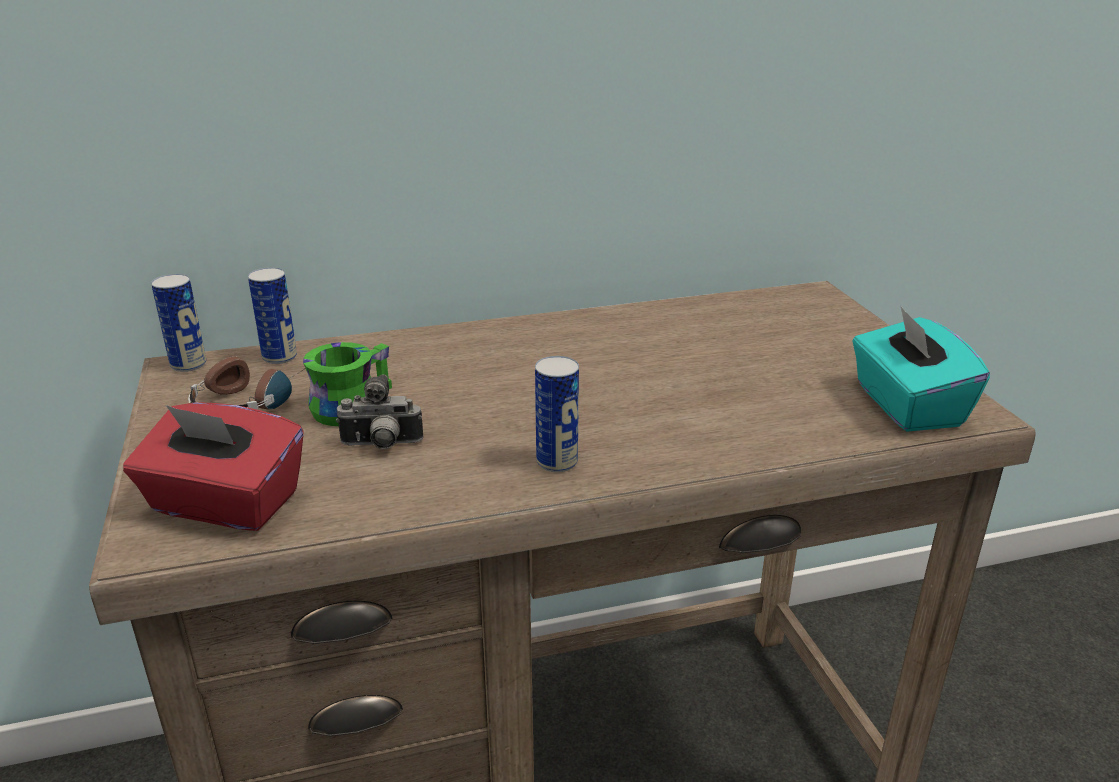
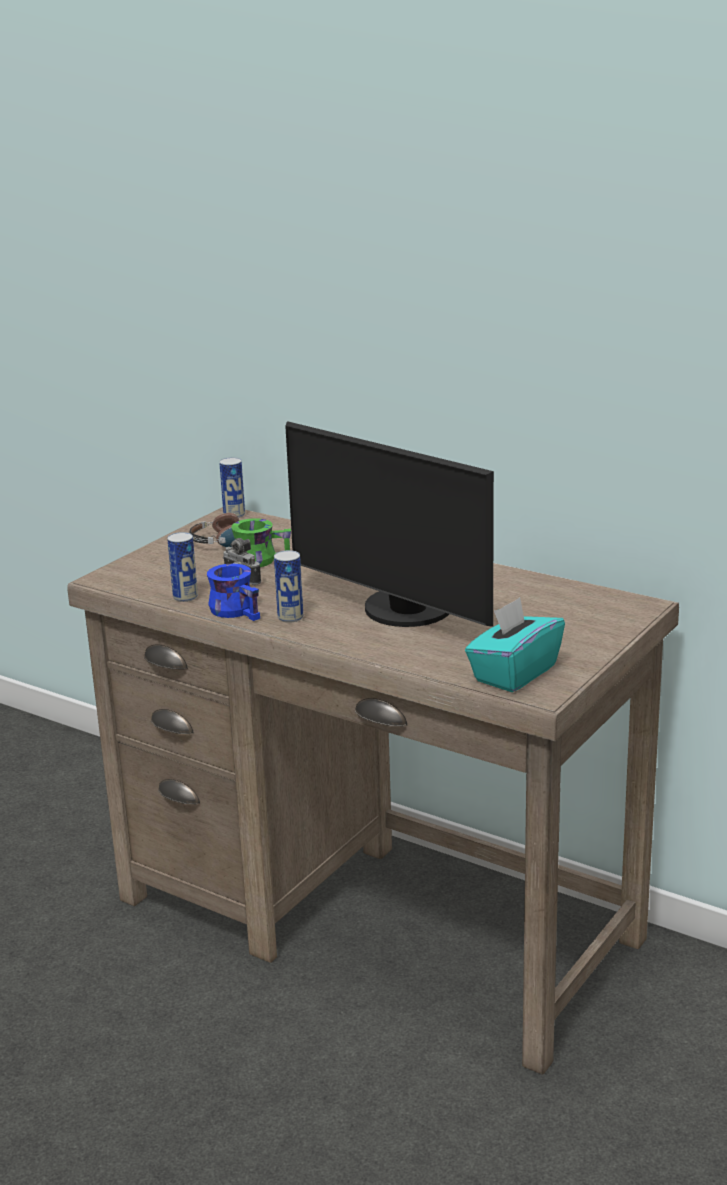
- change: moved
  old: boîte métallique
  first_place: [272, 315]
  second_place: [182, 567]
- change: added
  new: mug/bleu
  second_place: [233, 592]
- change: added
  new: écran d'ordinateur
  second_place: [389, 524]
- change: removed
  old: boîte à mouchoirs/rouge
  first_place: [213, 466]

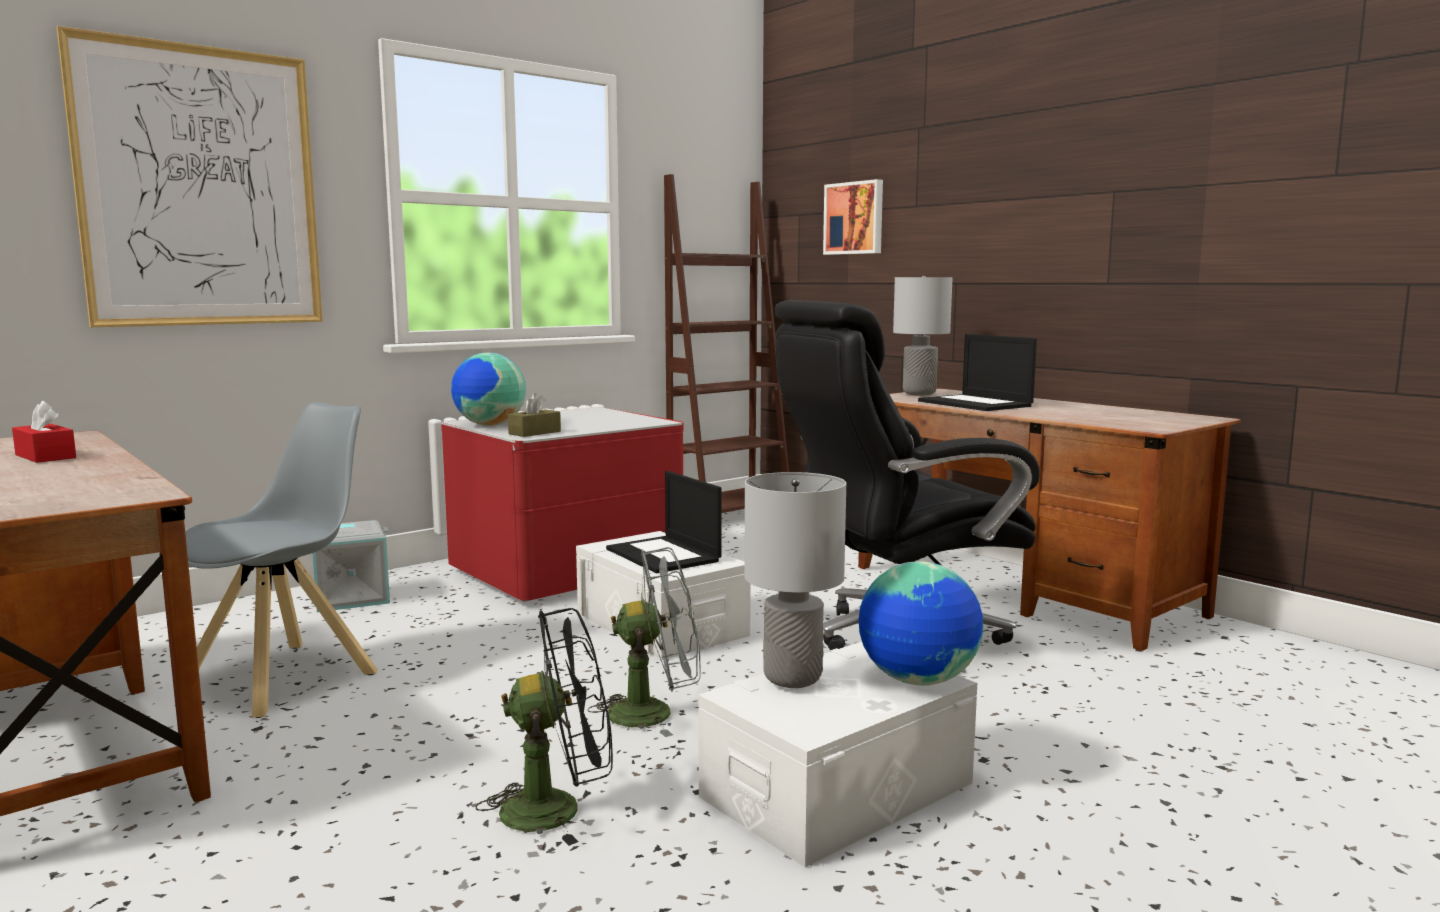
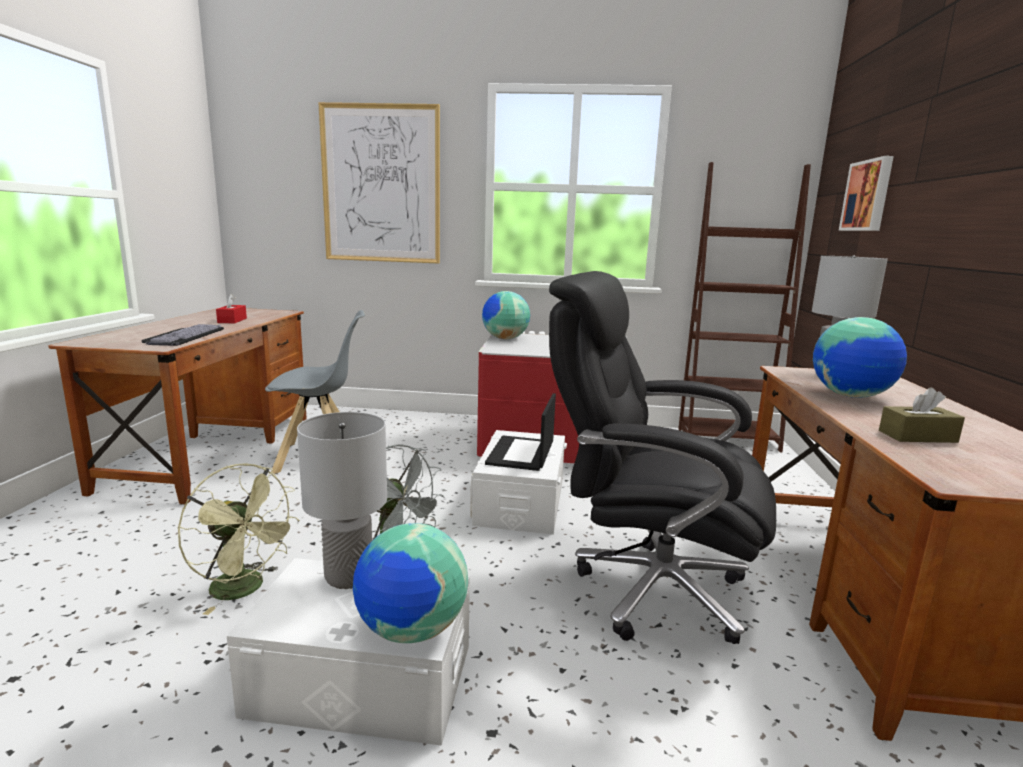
- change: added
  new: clavier
  second_place: [182, 335]
- change: recoloured
  old: ventilateur/noir
  new: ventilateur/vert
  first_place: [544, 727]
  second_place: [239, 539]
- change: replaced
  old: ordinateur portable
  new: globe
  first_place: [977, 372]
  second_place: [860, 357]
- change: moved
  old: boîte à mouchoirs/marron
  first_place: [534, 415]
  second_place: [922, 415]
- change: removed
  old: boîte de rangement/gris
  first_place: [351, 566]

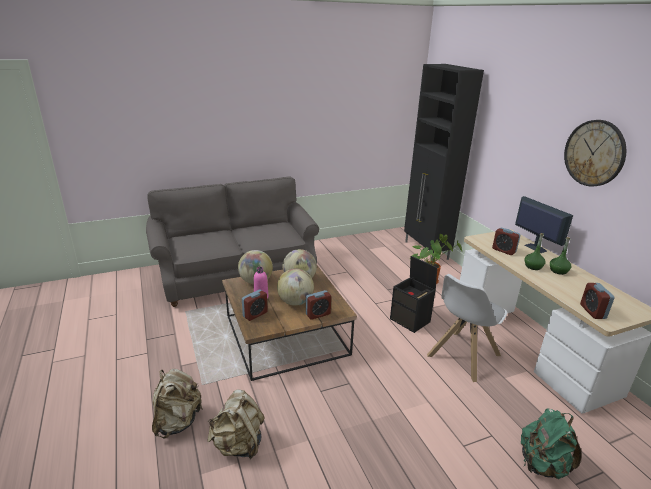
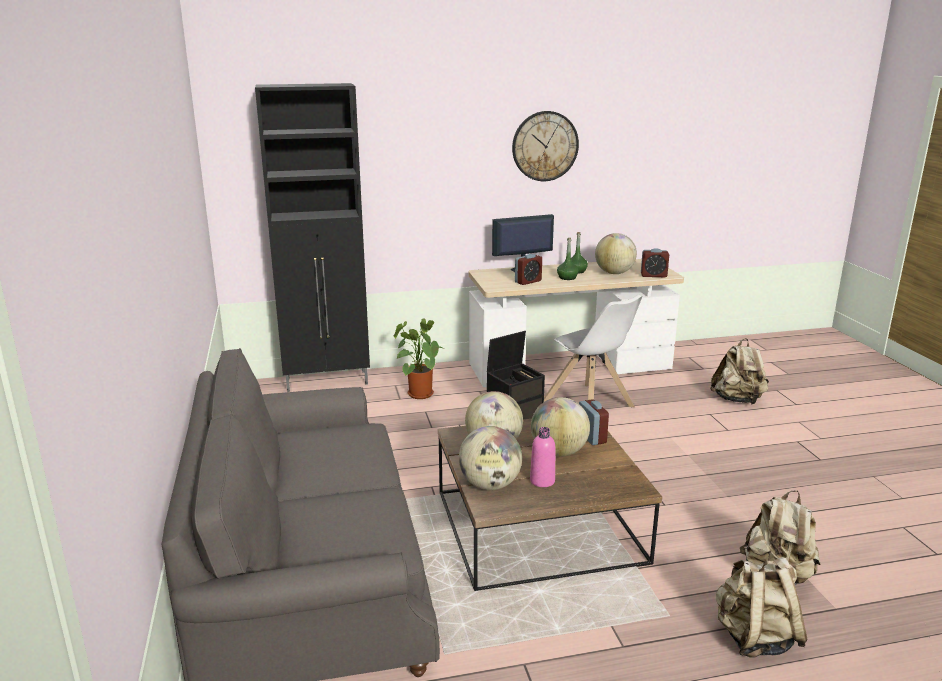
- change: added
  new: globe
  second_place: [616, 253]
- change: recoloured
  old: sac à dos/vert
  new: sac à dos/beige
  first_place: [551, 444]
  second_place: [739, 371]
- change: removed
  old: réveil
  first_place: [255, 305]

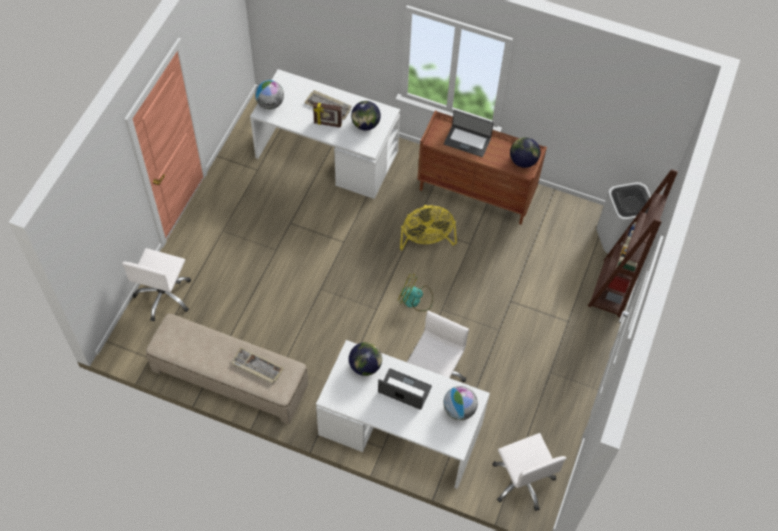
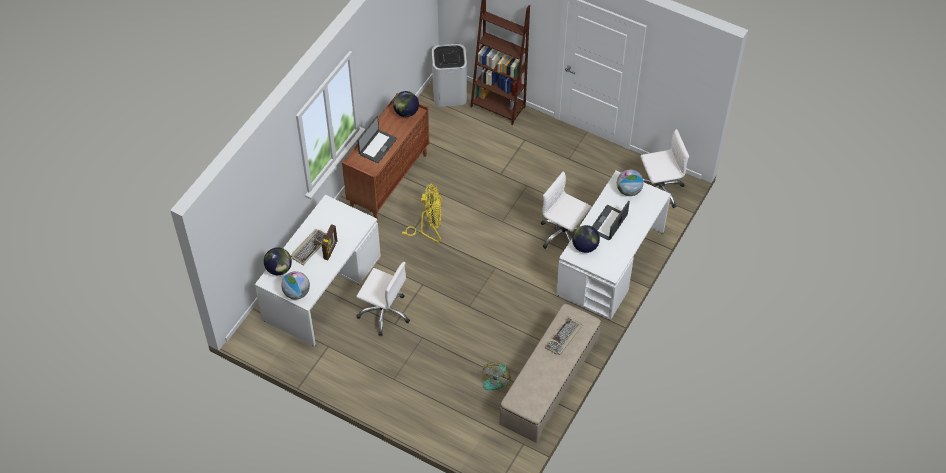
- change: moved
  old: globe
  first_place: [366, 115]
  second_place: [278, 261]
- change: moved
  old: chaise de bureau/blanc
  first_place: [156, 284]
  second_place: [383, 299]
- change: moved
  old: ventilateur
  first_place: [415, 292]
  second_place: [497, 376]

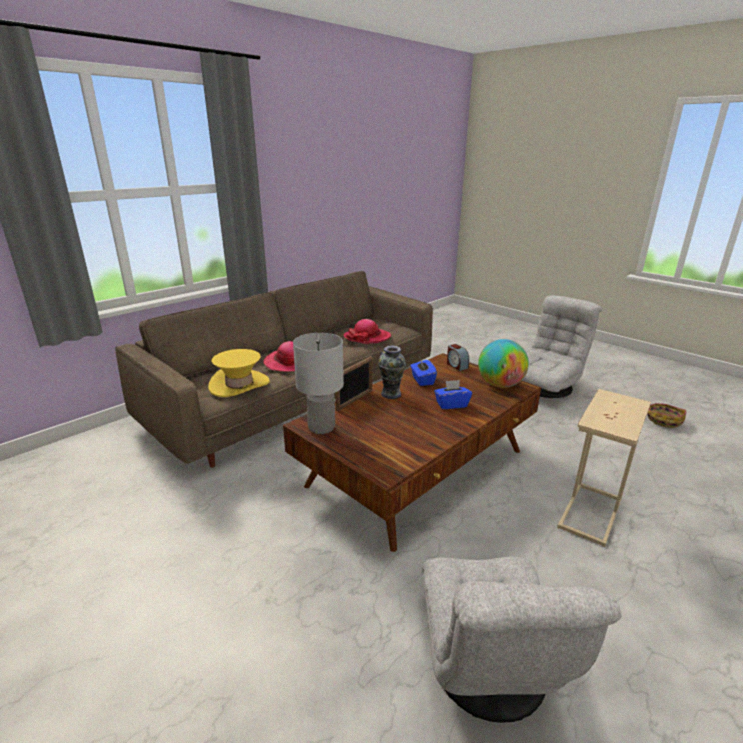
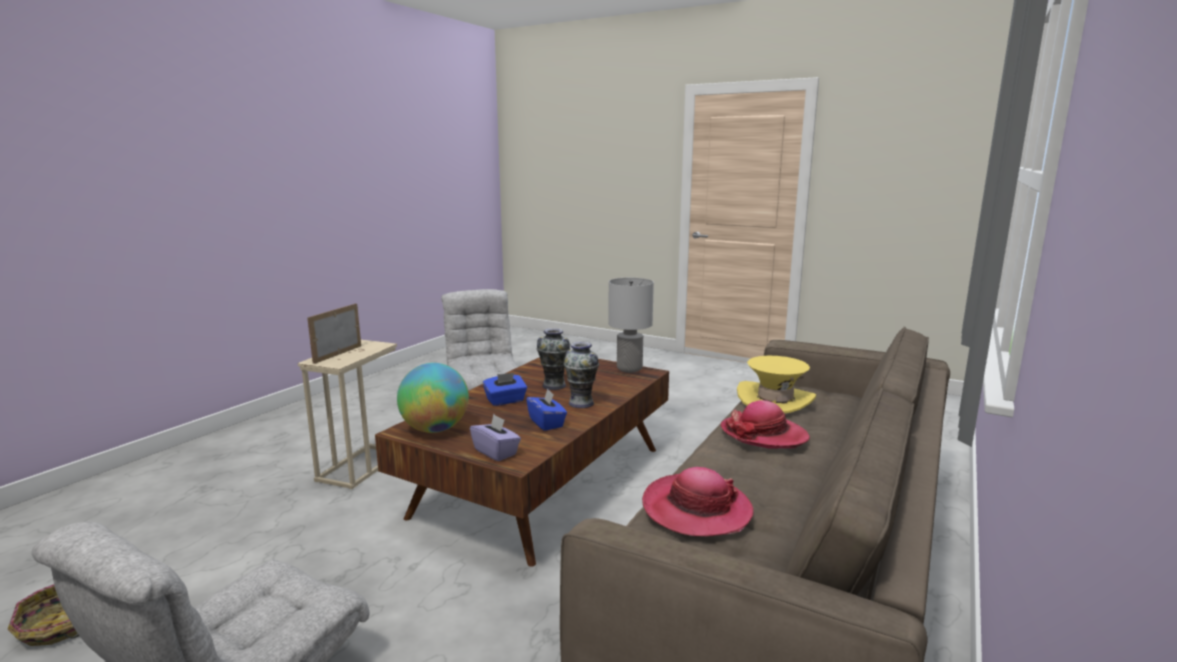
- change: moved
  old: cadre photo
  first_place: [354, 383]
  second_place: [334, 334]
- change: replaced
  old: réveil
  new: boîte à mouchoirs/violet
  first_place: [458, 357]
  second_place: [495, 437]
- change: added
  new: vase
  second_place: [553, 359]

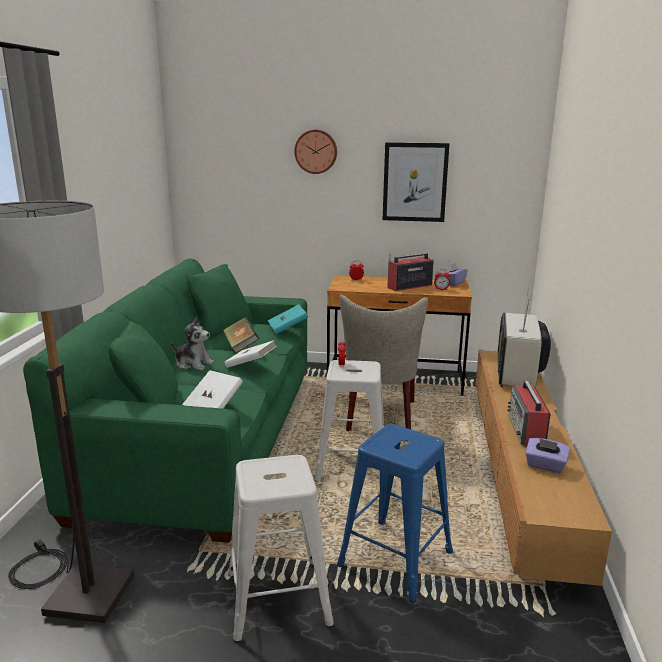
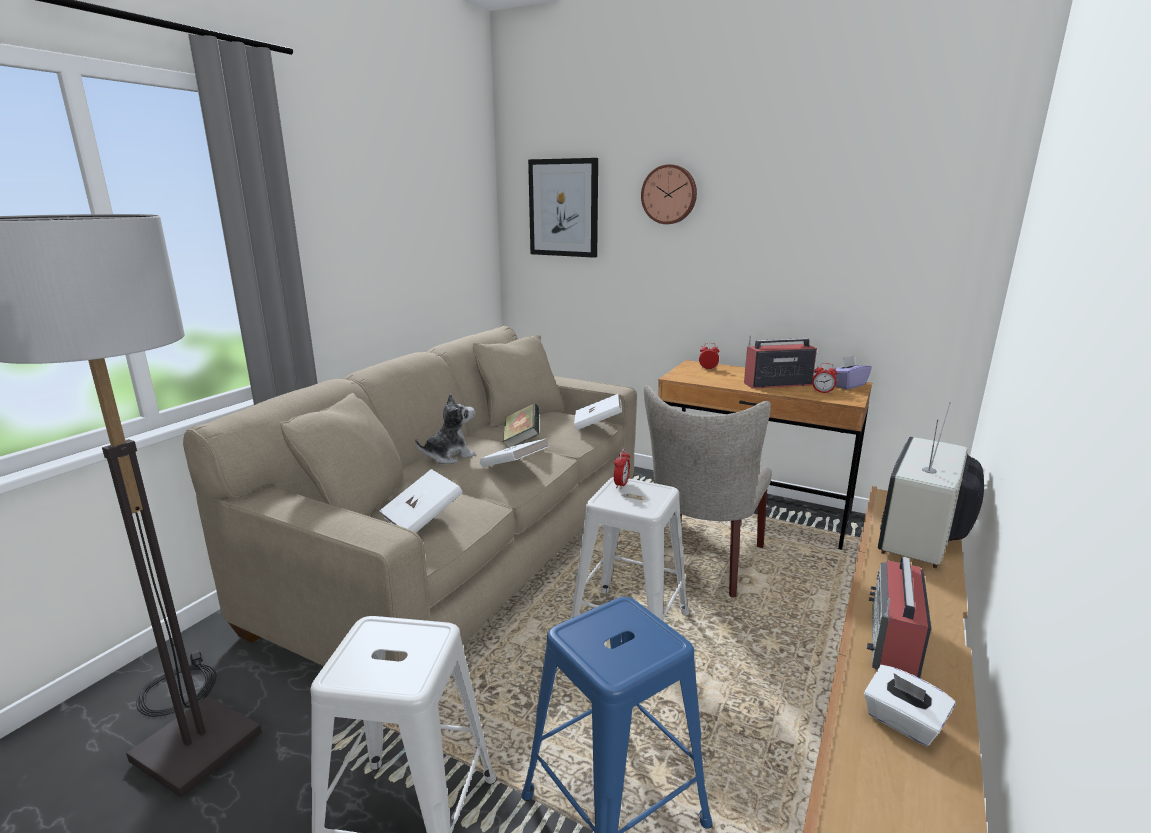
- change: recoloured
  old: canapé/vert
  new: canapé/beige
  first_place: [165, 401]
  second_place: [410, 496]
- change: turned
  old: peluche
  first_place: [192, 343]
  second_place: [445, 429]
  degrees: -75
- change: moved
  old: tableau
  first_place: [416, 182]
  second_place: [563, 208]
- change: recoloured
  old: livre/turquoise
  new: livre/blanc
  first_place: [288, 319]
  second_place: [598, 412]
- change: recoloured
  old: boîte à mouchoirs/violet
  new: boîte à mouchoirs/blanc
  first_place: [547, 455]
  second_place: [909, 705]

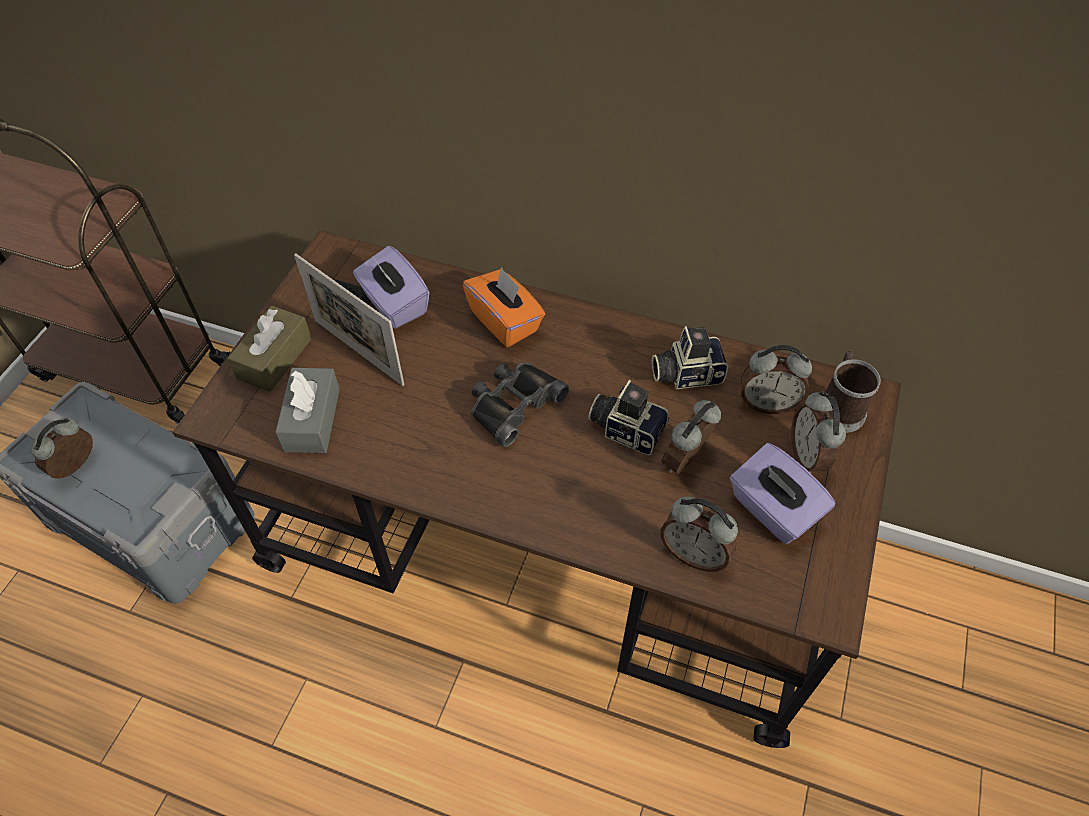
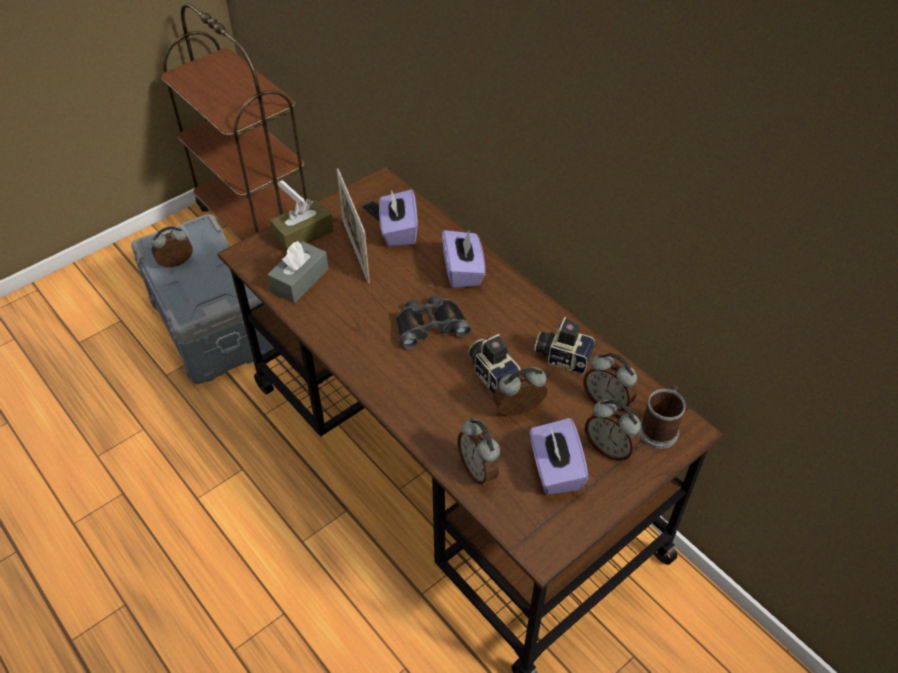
- change: recoloured
  old: boîte à mouchoirs/orange
  new: boîte à mouchoirs/violet
  first_place: [504, 307]
  second_place: [463, 259]
- change: turned
  old: réveil
  first_place: [818, 432]
  second_place: [613, 430]
  degrees: -75

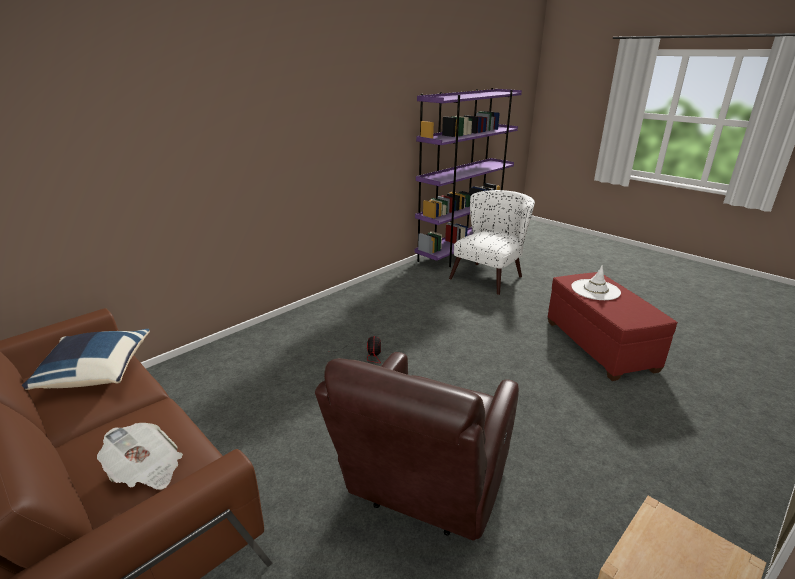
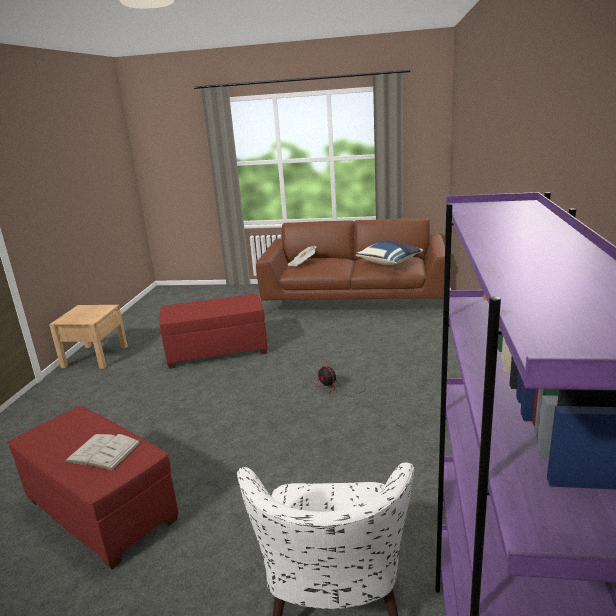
- change: replaced
  old: chapeau/blanc
  new: livre/blanc
  first_place: [596, 282]
  second_place: [102, 452]
- change: replaced
  old: fauteuil/marron
  new: pouf/rouge
  first_place: [417, 446]
  second_place: [213, 331]

